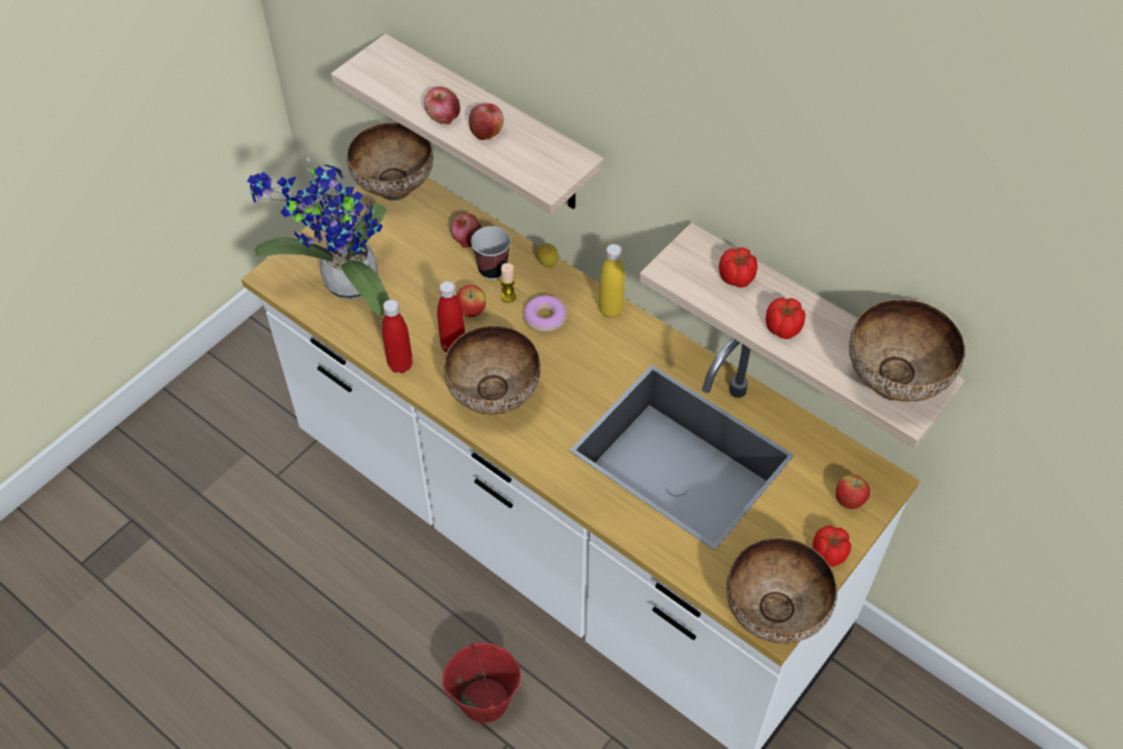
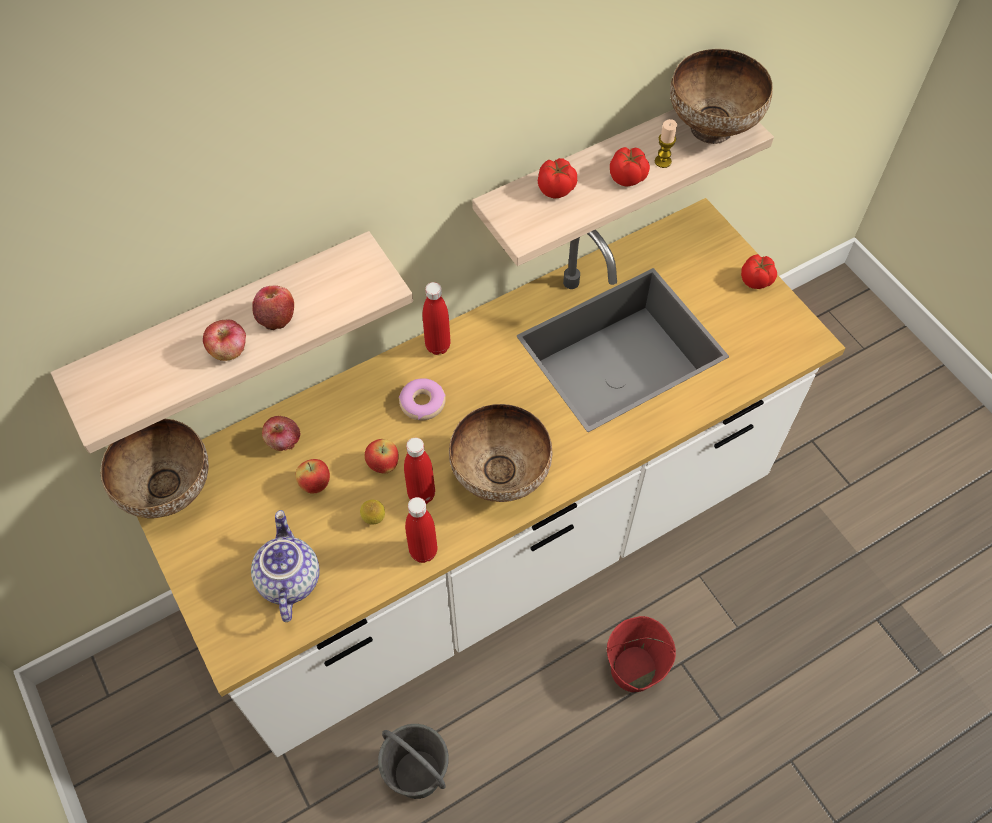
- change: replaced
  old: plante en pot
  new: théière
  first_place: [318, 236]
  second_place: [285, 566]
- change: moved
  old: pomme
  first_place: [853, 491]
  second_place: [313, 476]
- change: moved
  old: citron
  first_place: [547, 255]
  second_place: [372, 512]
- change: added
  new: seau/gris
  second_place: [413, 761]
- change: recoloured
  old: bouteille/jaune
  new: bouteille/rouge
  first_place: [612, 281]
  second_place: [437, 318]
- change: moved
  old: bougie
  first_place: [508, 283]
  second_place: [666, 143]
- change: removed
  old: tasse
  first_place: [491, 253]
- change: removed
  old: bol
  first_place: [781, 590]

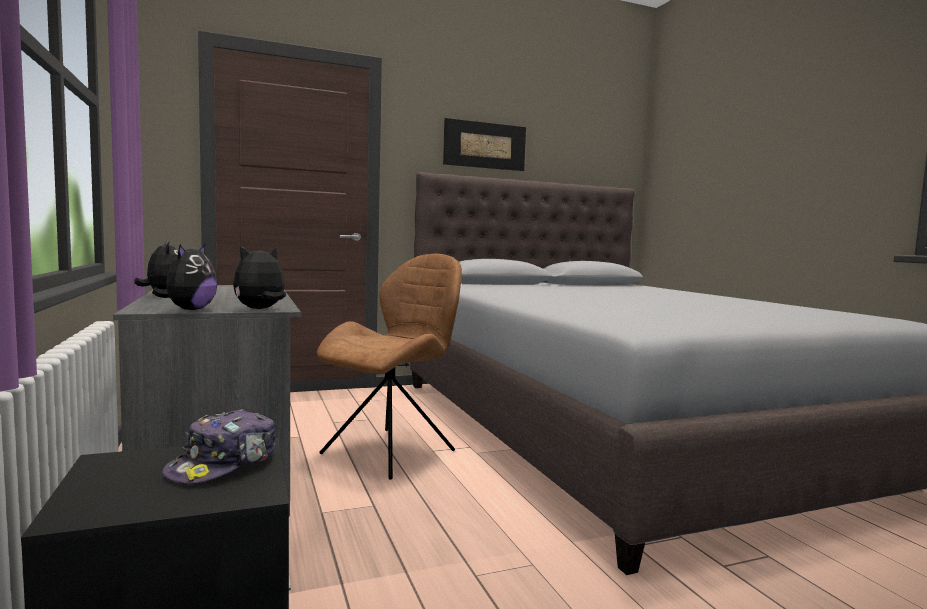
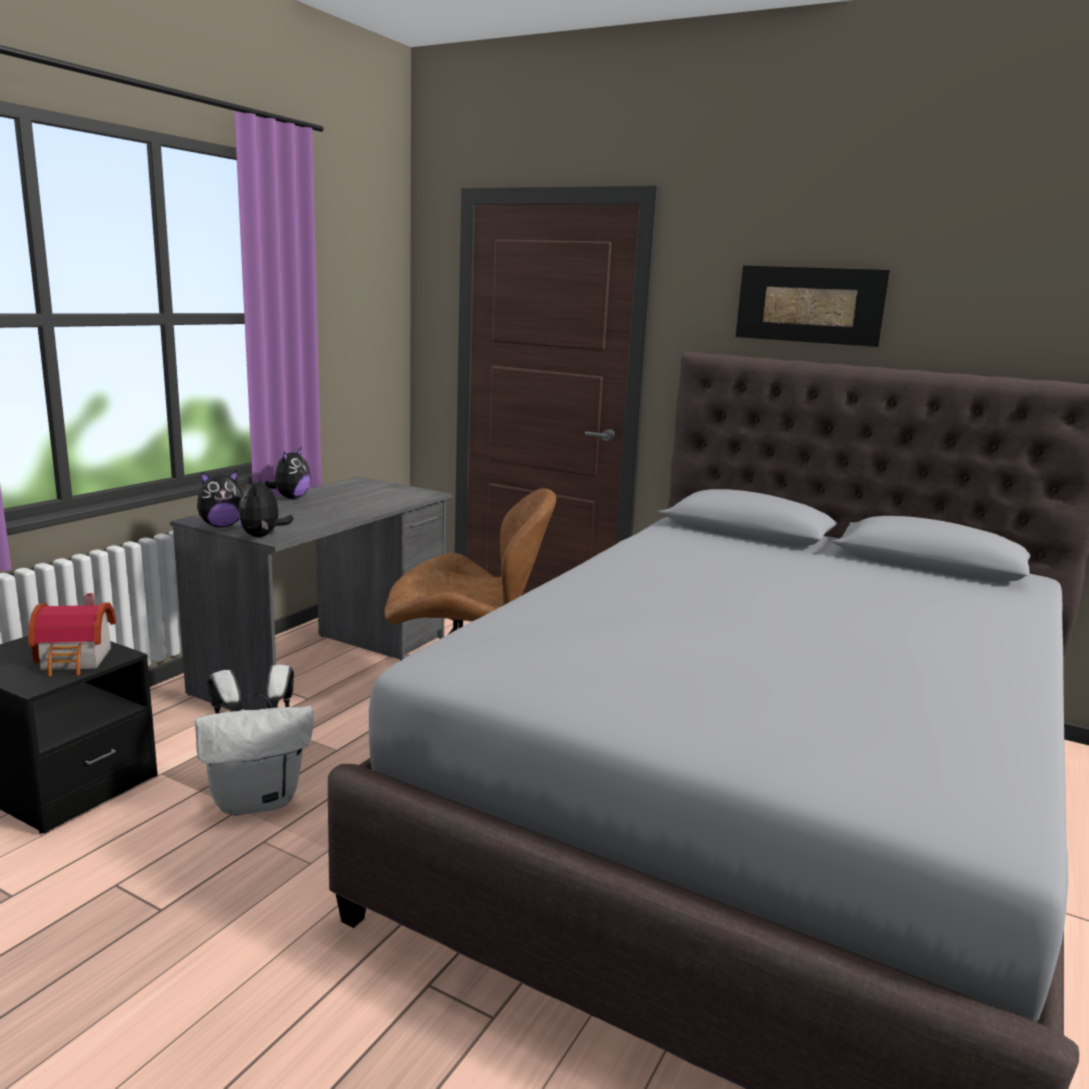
- change: replaced
  old: casquette
  new: maison miniature
  first_place: [219, 446]
  second_place: [72, 635]
- change: added
  new: sac à dos/blanc
  second_place: [254, 740]
- change: turned
  old: peluche
  first_place: [259, 277]
  second_place: [266, 506]
  degrees: -105

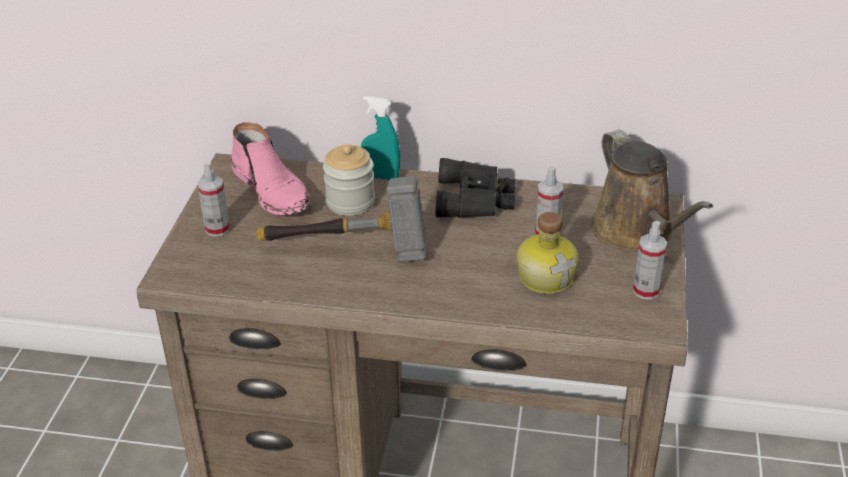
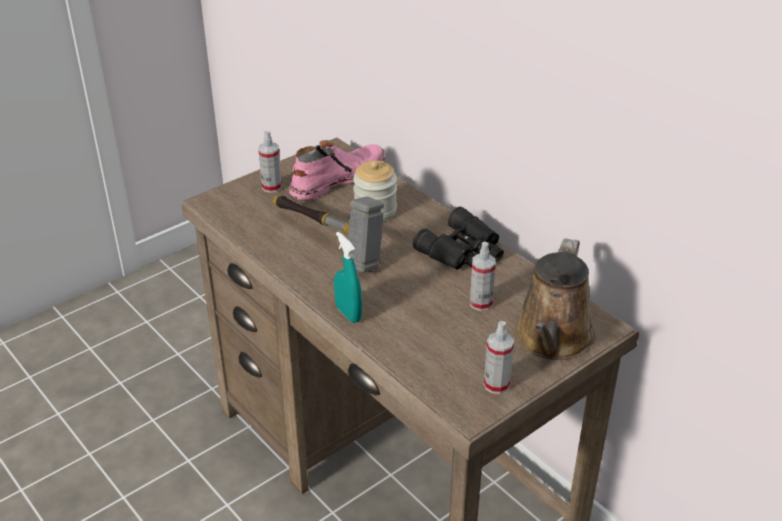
- change: turned
  old: botte/rose
  first_place: [271, 169]
  second_place: [337, 170]
  degrees: -135
- change: moved
  old: vaporisateur/turquoise
  first_place: [380, 138]
  second_place: [348, 277]
- change: removed
  old: bouteille
  first_place: [547, 253]

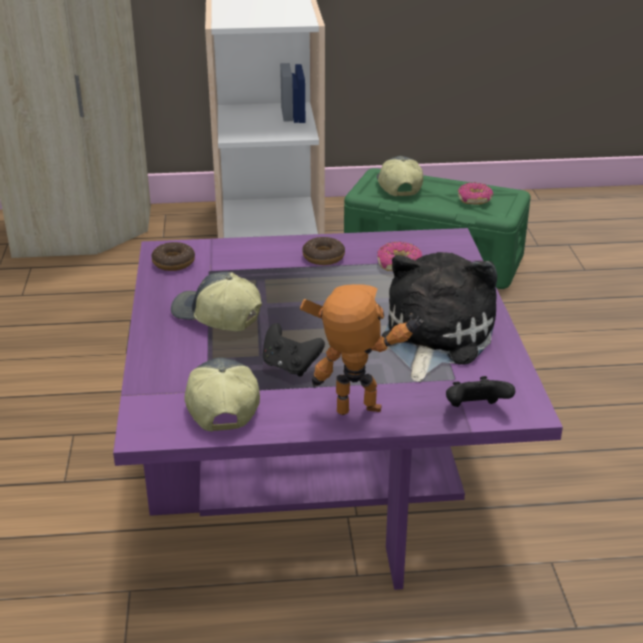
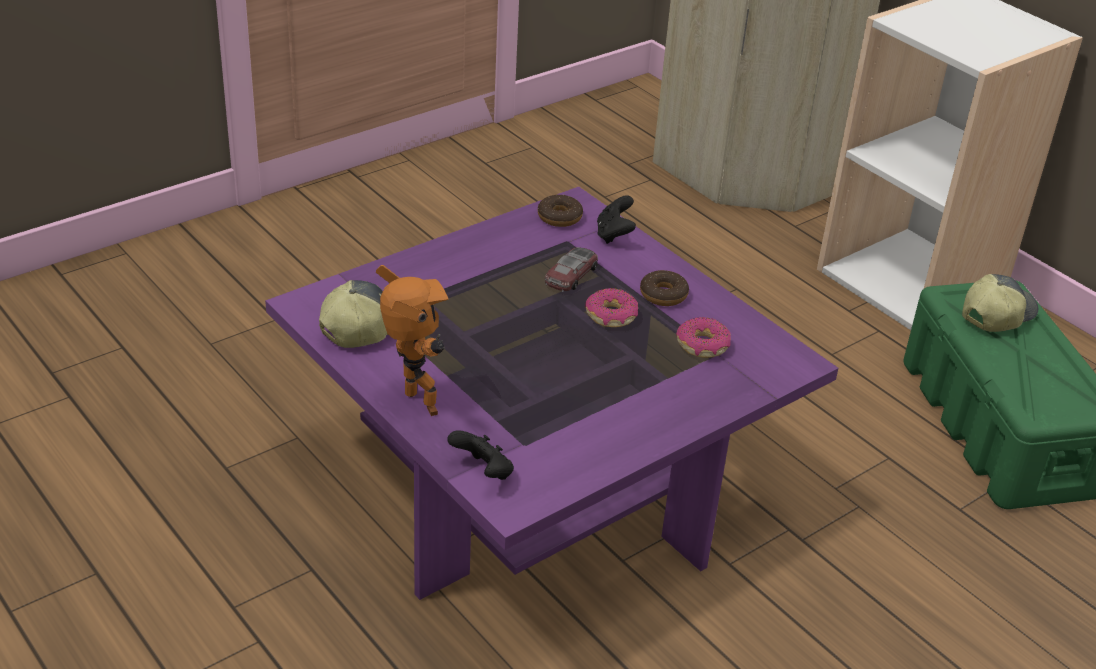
- change: added
  new: petite voiture
  second_place: [571, 269]
- change: moved
  old: beignet
  first_place: [475, 193]
  second_place: [611, 307]
- change: moved
  old: manette/noir
  first_place: [294, 350]
  second_place: [616, 220]
- change: removed
  old: casquette
  first_place: [216, 301]
- change: removed
  old: peluche
  first_place: [439, 317]

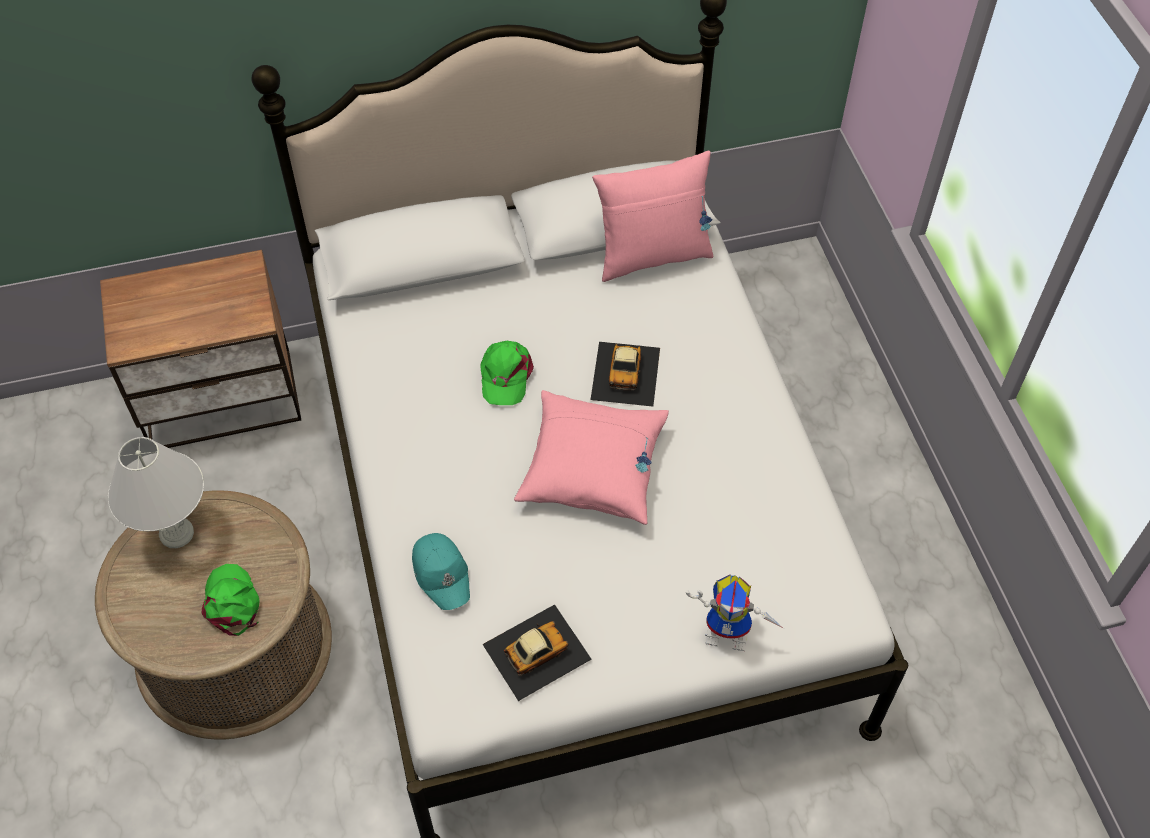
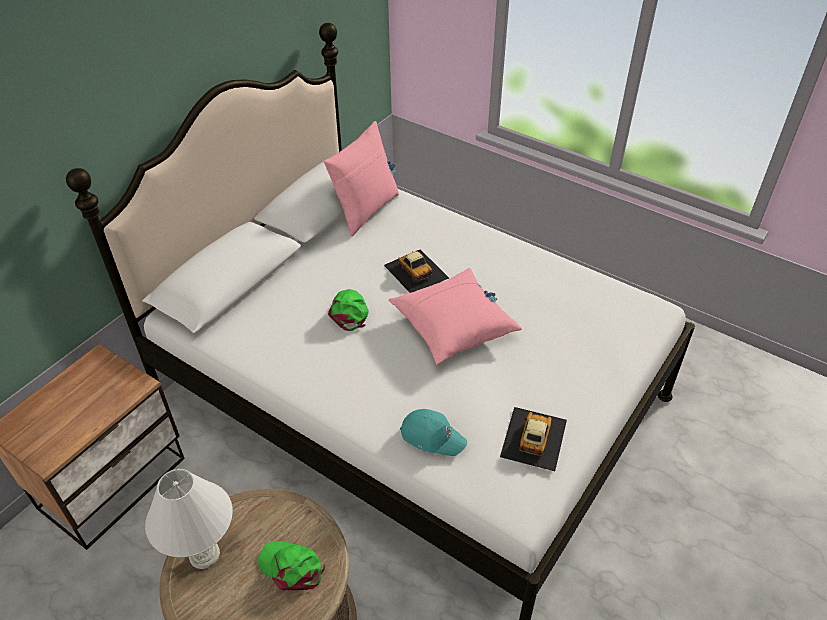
- change: turned
  old: casquette/vert
  first_place: [507, 373]
  second_place: [348, 310]
  degrees: -150
- change: removed
  old: robot jouet
  first_place: [734, 612]

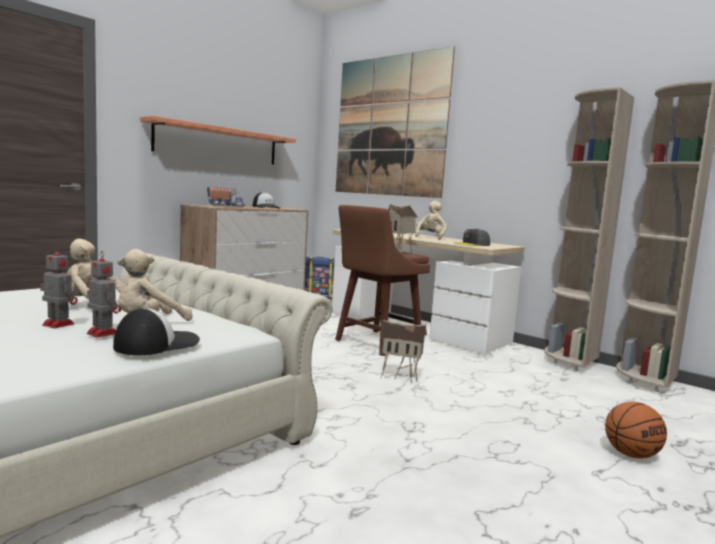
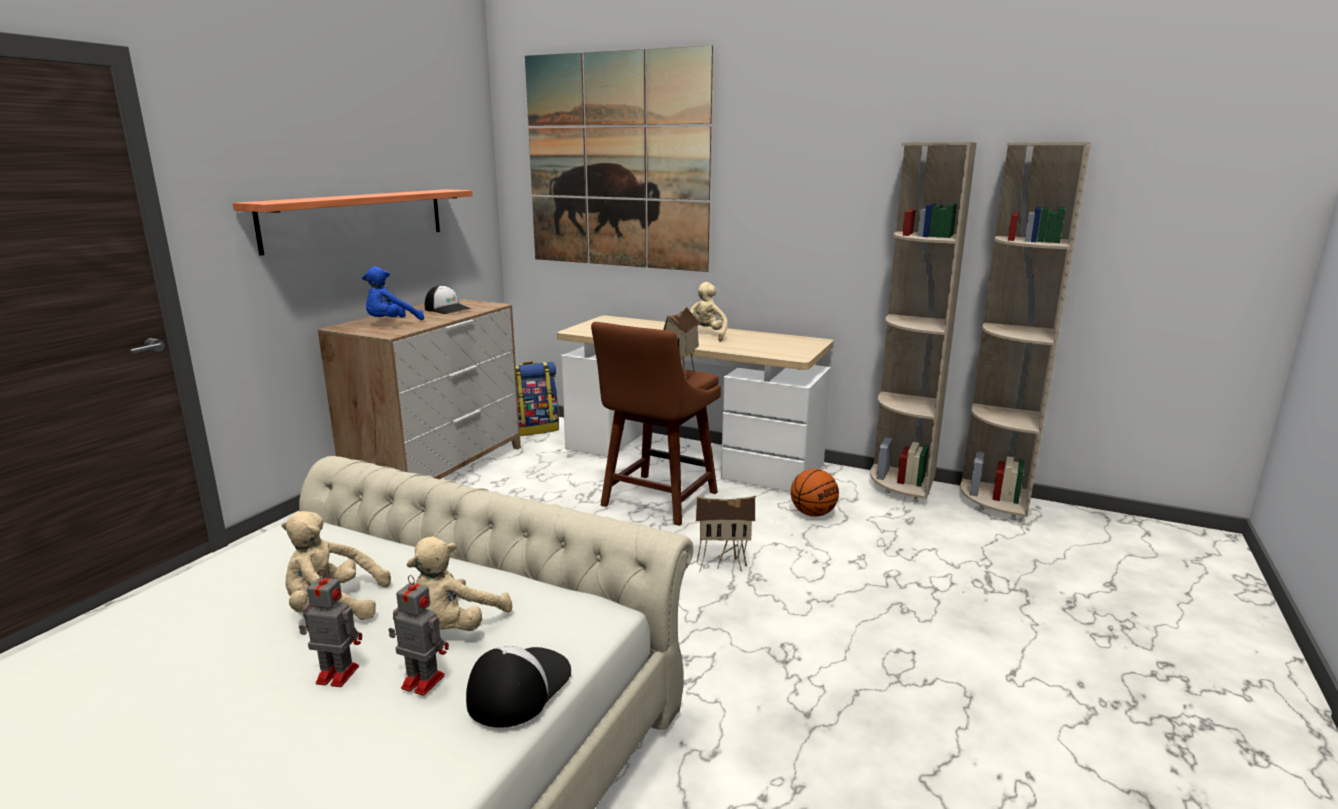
- change: replaced
  old: camion jouet
  new: peluche/bleu
  first_place: [225, 197]
  second_place: [393, 293]
- change: moved
  old: ballon de basket
  first_place: [636, 430]
  second_place: [815, 493]
- change: removed
  old: casquette/gris
  first_place: [472, 237]

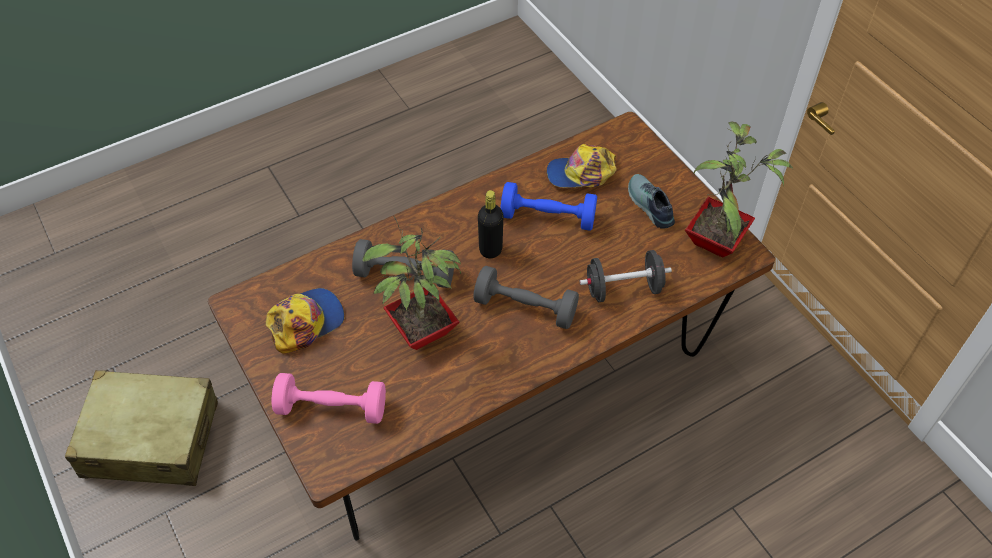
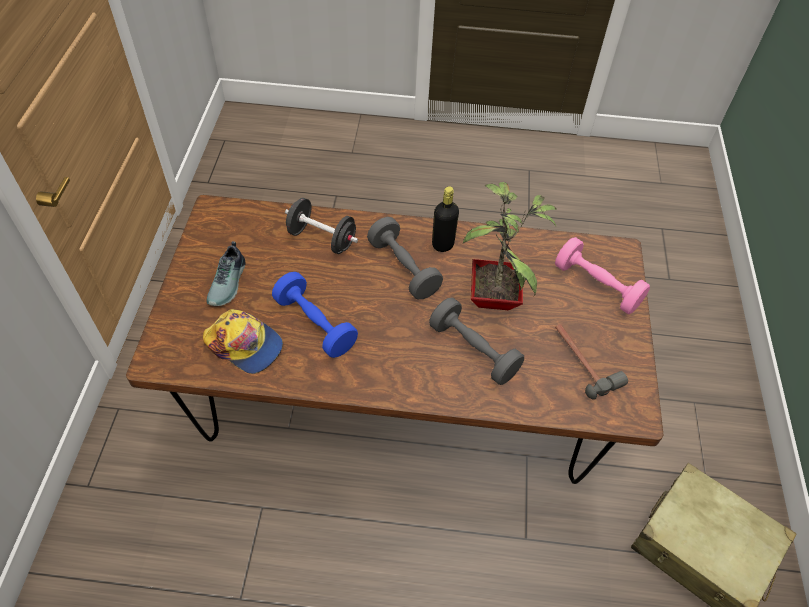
- change: moved
  old: bouteille/noir
  first_place: [490, 224]
  second_place: [445, 219]
- change: replaced
  old: casquette
  new: marteau
  first_place: [305, 320]
  second_place: [591, 362]
- change: removed
  old: plante en pot
  first_place: [739, 190]

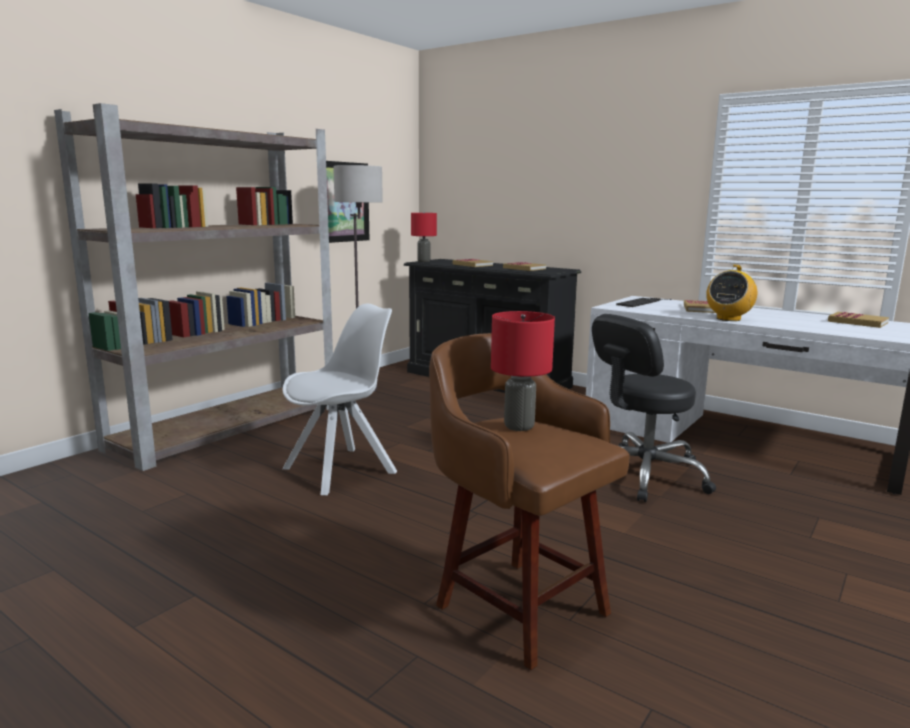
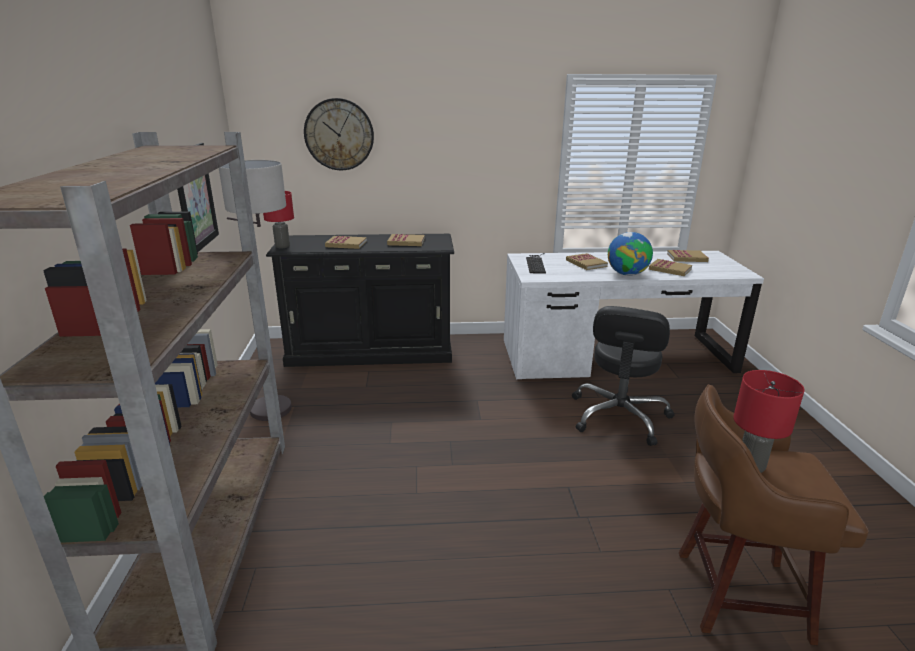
- change: added
  new: horloge murale
  second_place: [339, 134]
- change: replaced
  old: radio
  new: globe
  first_place: [731, 293]
  second_place: [630, 254]
- change: added
  new: livre
  second_place: [670, 267]
- change: removed
  old: chaise/blanc
  first_place: [340, 399]

